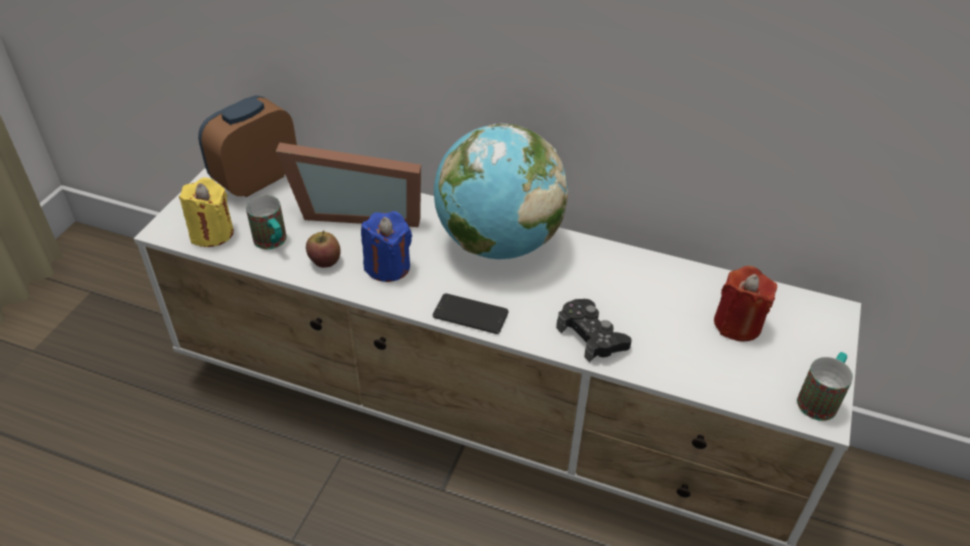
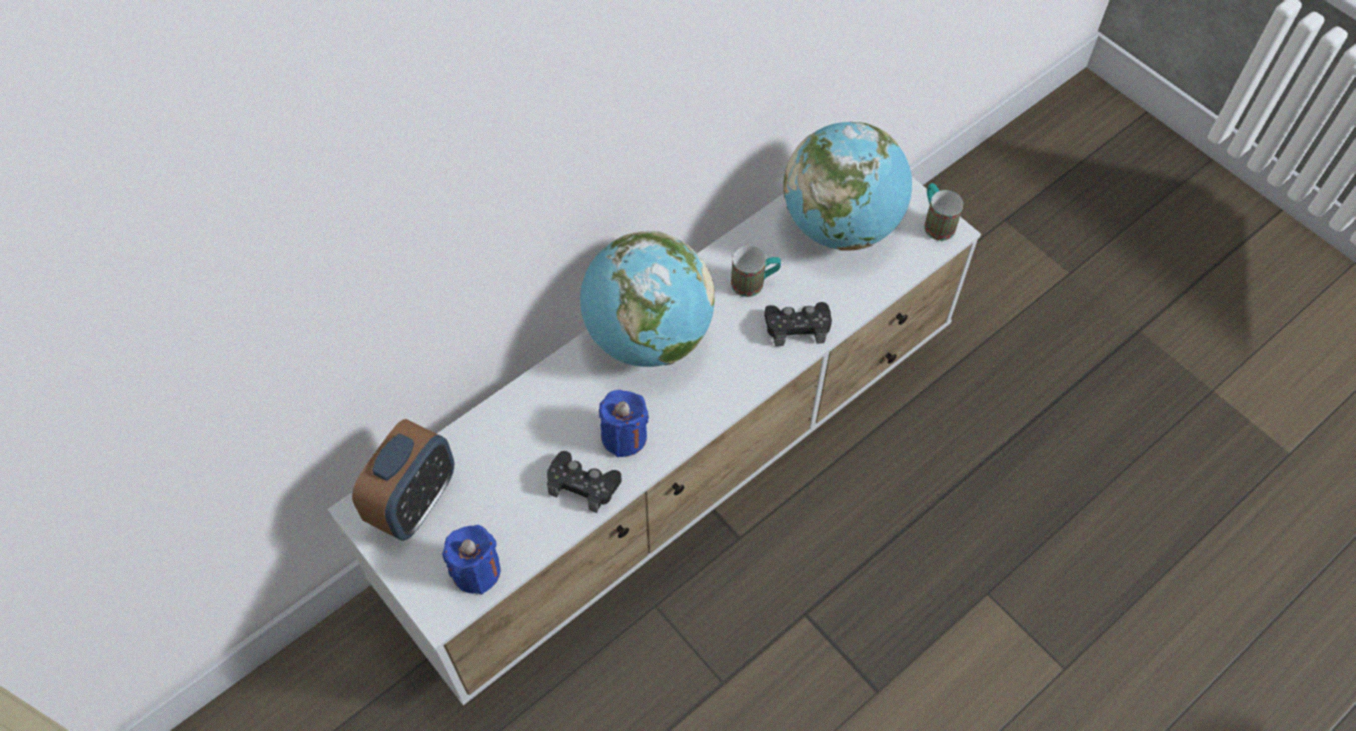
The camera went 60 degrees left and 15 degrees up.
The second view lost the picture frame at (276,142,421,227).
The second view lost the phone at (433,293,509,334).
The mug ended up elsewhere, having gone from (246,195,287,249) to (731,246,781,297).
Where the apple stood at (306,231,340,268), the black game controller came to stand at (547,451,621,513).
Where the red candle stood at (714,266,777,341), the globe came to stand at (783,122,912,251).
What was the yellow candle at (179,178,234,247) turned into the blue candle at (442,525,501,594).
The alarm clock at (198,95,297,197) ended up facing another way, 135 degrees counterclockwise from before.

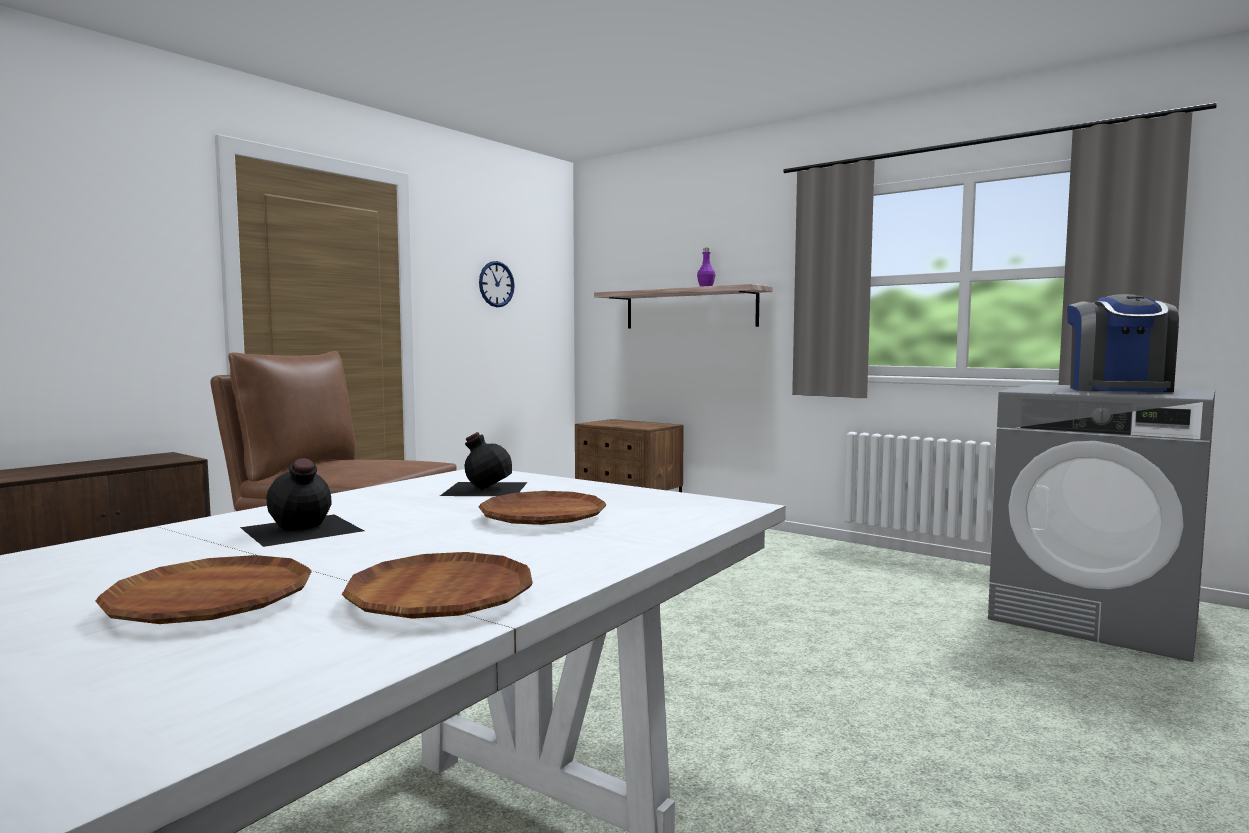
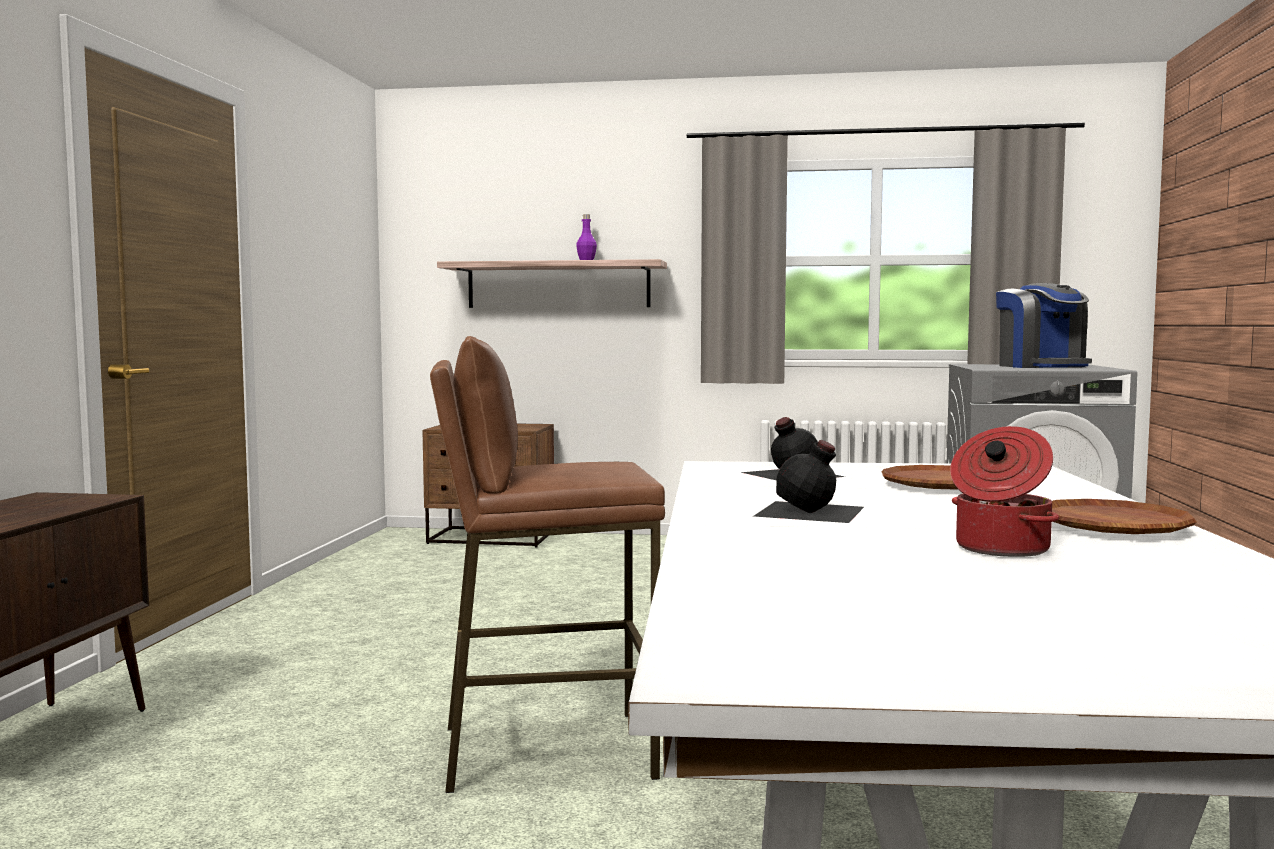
The camera went 30 degrees left and 0 degrees up.
The second view lost the wall clock at (479,261,515,307).
Where the brown plate stood at (95,555,312,624), the cooking pot came to stand at (950,426,1059,557).

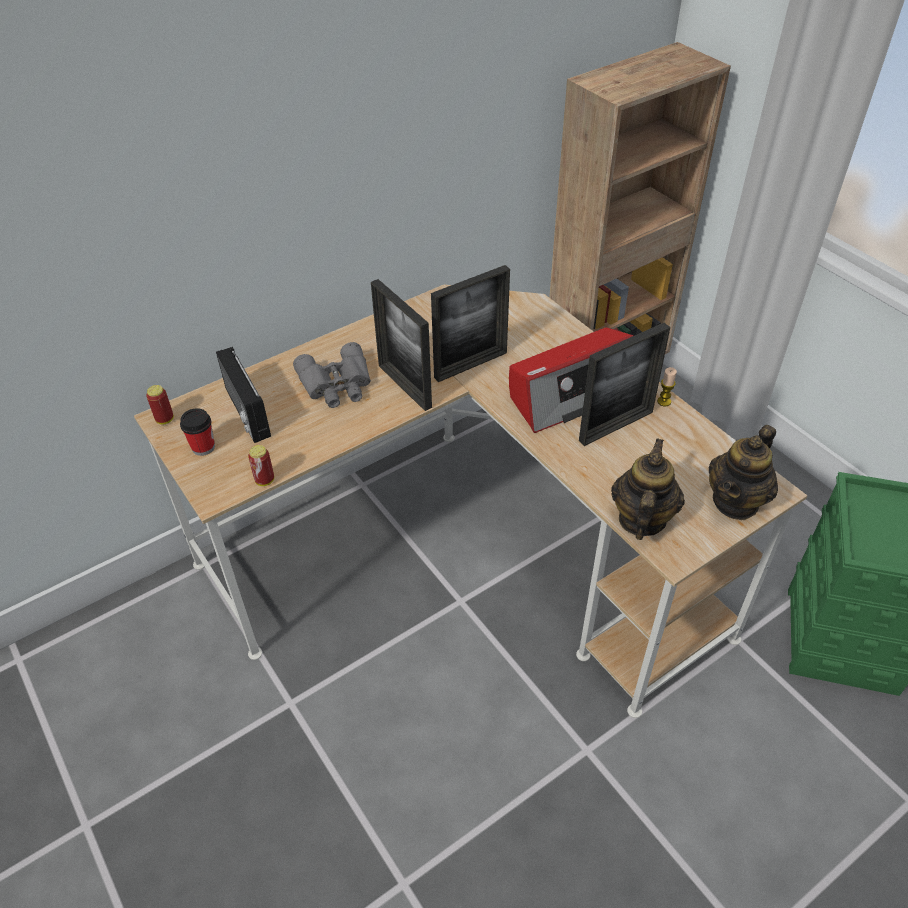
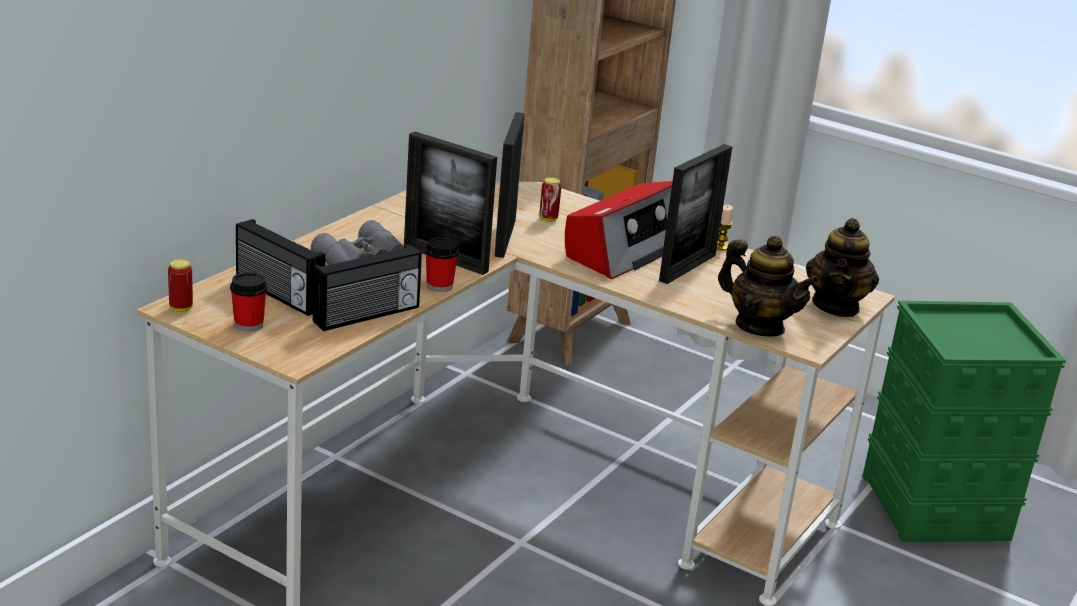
The camera went 25 degrees left and 20 degrees down.
The second view gained the radio at (313,245,422,331).
The second view gained the cup at (425,237,459,292).
The can ended up elsewhere, having gone from (248,445,274,486) to (539,177,562,222).
The picture frame at (431,265,510,382) ended up facing another way, 150 degrees clockwise from before.
The teapot at (611,438,685,540) ended up facing another way, 135 degrees clockwise from before.

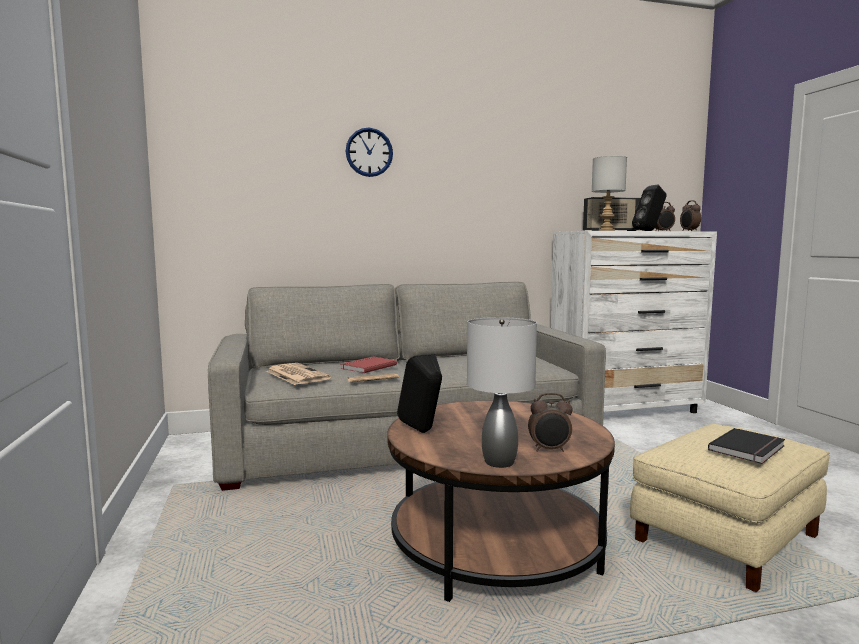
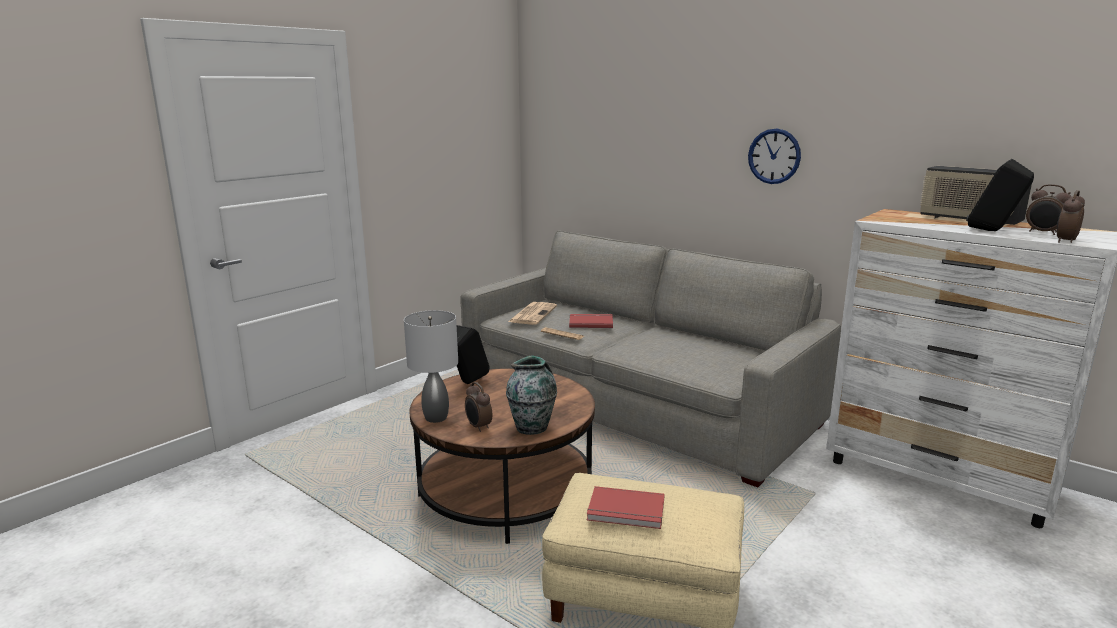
The camera went 55 degrees right and 10 degrees up.
The second view lost the grey table lamp at (592,156,627,231).
The second view gained the vase at (506,356,557,435).
The wall clock ended up elsewhere, having gone from (346,127,393,177) to (748,129,801,184).
What was the black book at (708,428,785,464) turned into the red book at (587,486,664,529).

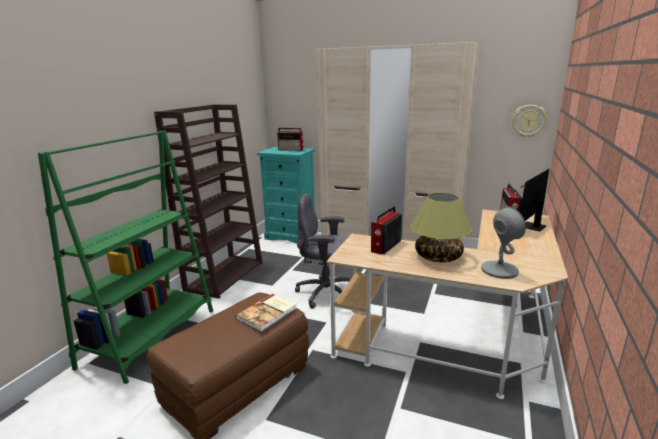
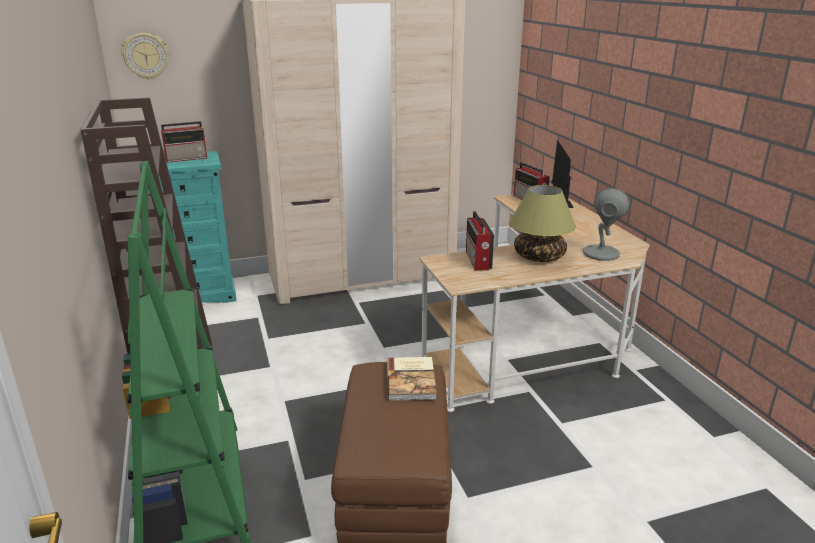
The camera went 40 degrees left and 5 degrees up.
The second view lost the grey office chair at (295,194,351,309).
The wall clock ended up elsewhere, having gone from (512,105,547,137) to (121,33,169,80).

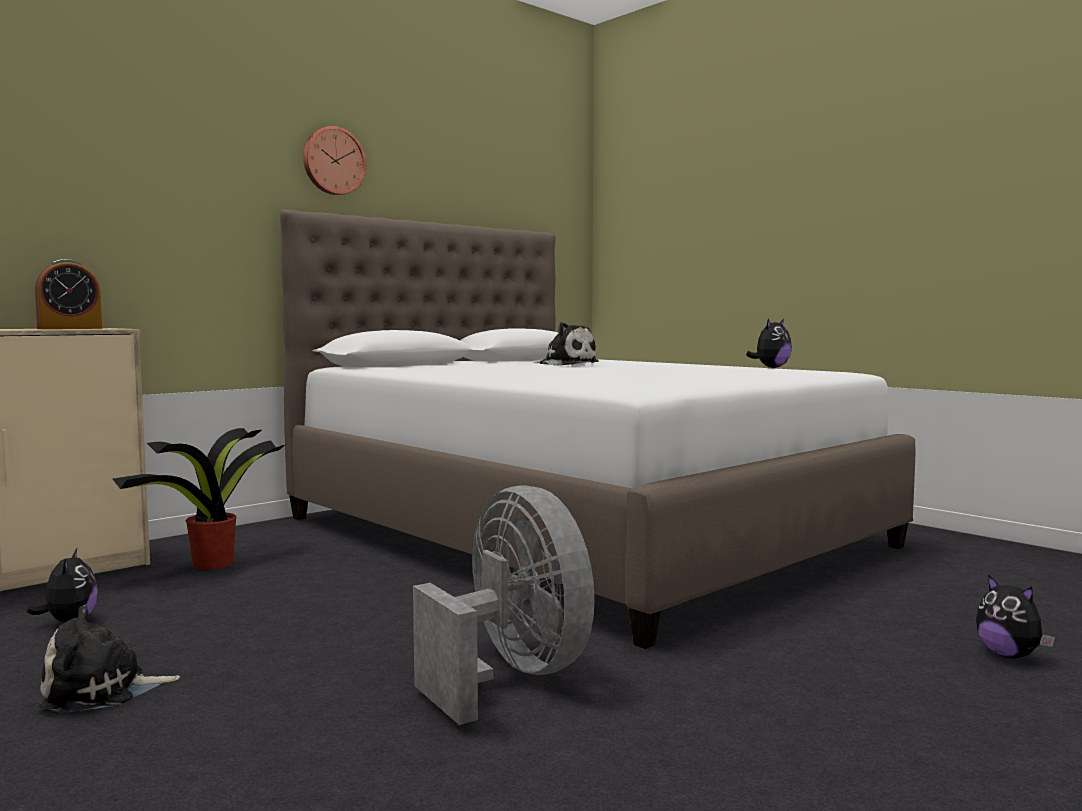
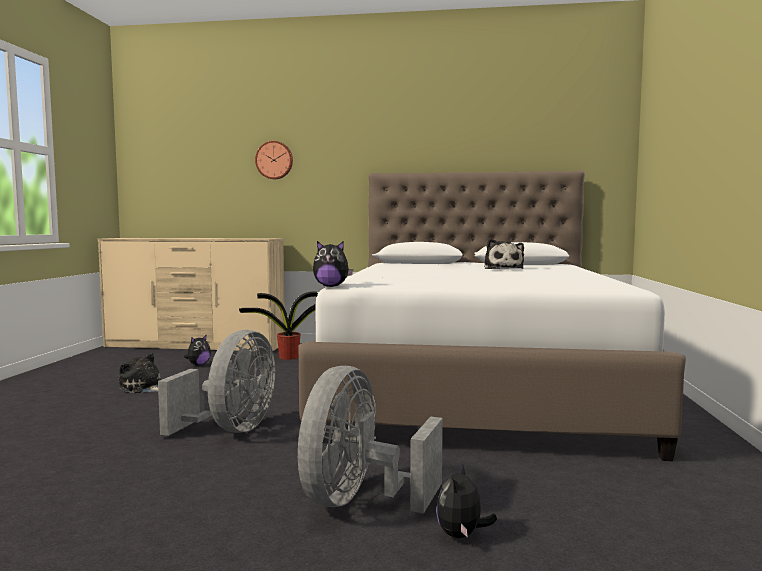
The camera went 50 degrees right and 0 degrees up.
The second view lost the alarm clock at (35,259,102,329).
The second view gained the grey fan at (298,366,443,514).
The wall clock ended up elsewhere, having gone from (303,126,366,195) to (255,141,293,179).
The plush toy ended up elsewhere, having gone from (746,318,792,368) to (313,241,353,287).

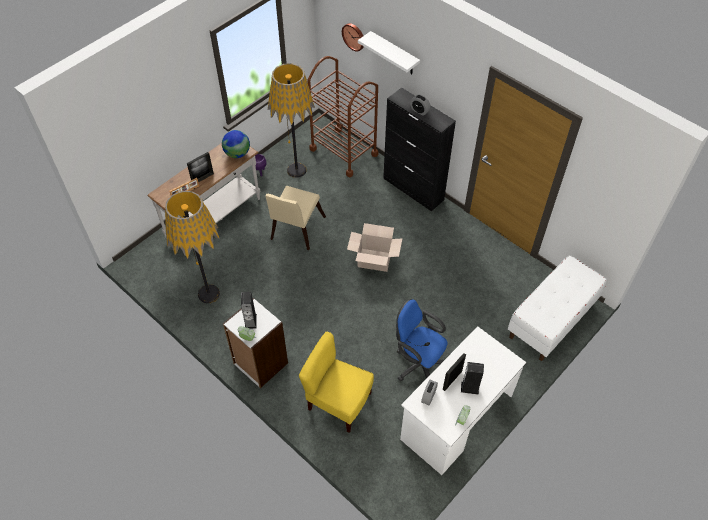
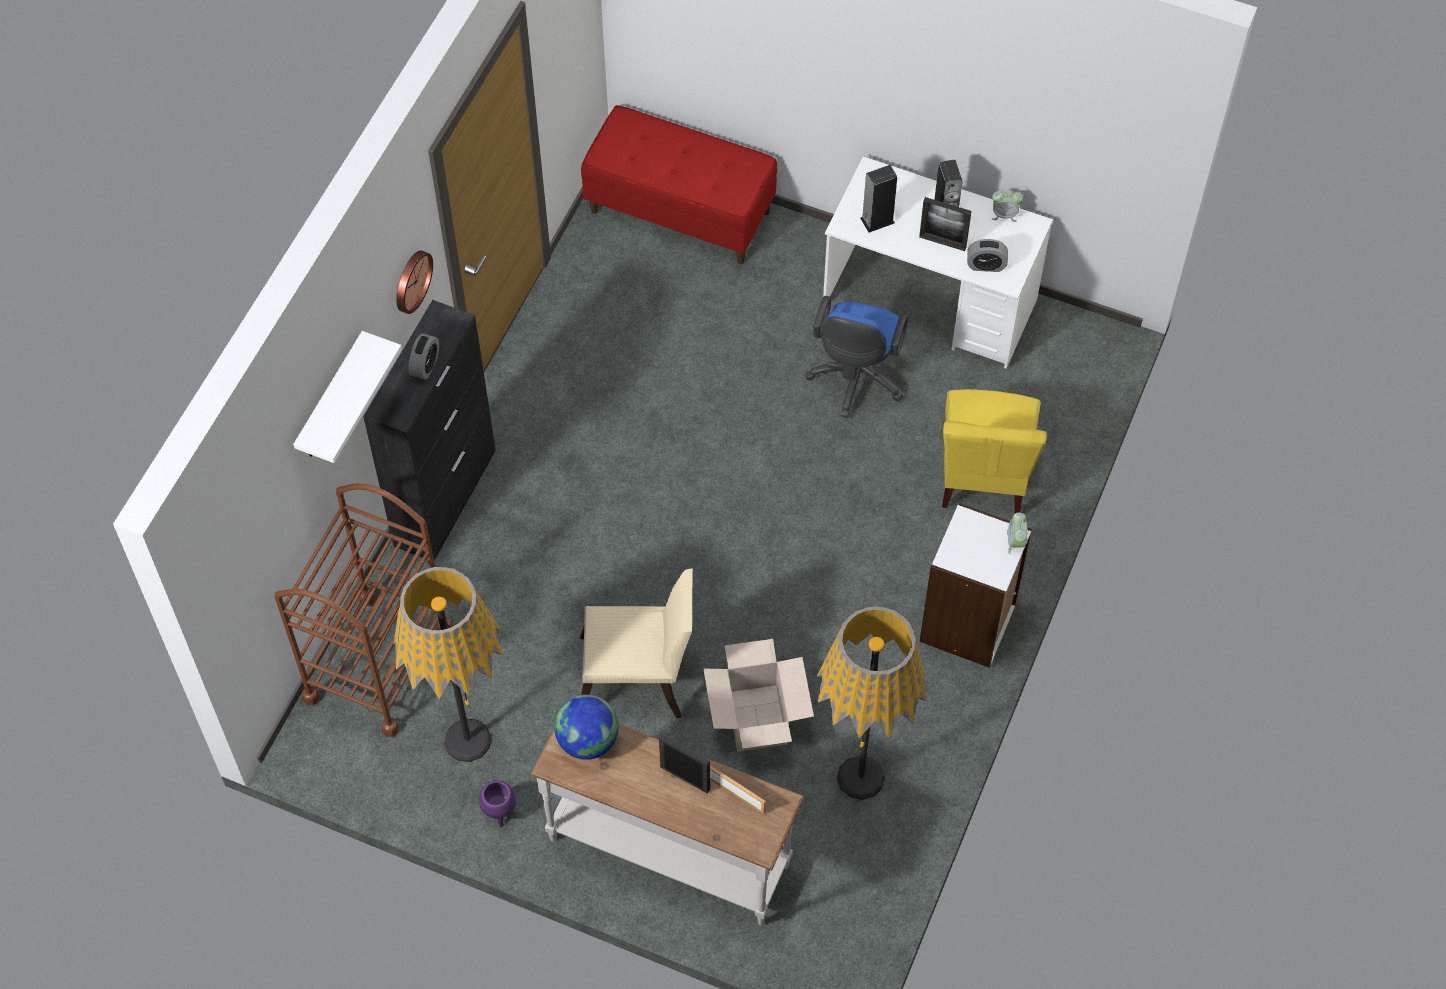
The camera went 110 degrees left and 5 degrees up.
The speaker ended up elsewhere, having gone from (241,292,257,329) to (860,165,897,232).
The wall clock ended up elsewhere, having gone from (342,23,364,52) to (396,250,433,314).
The cardboard box ended up elsewhere, having gone from (347,223,403,272) to (703,639,814,752).
What was the white bench at (508,255,607,361) turned into the red bench at (581,105,777,264).

